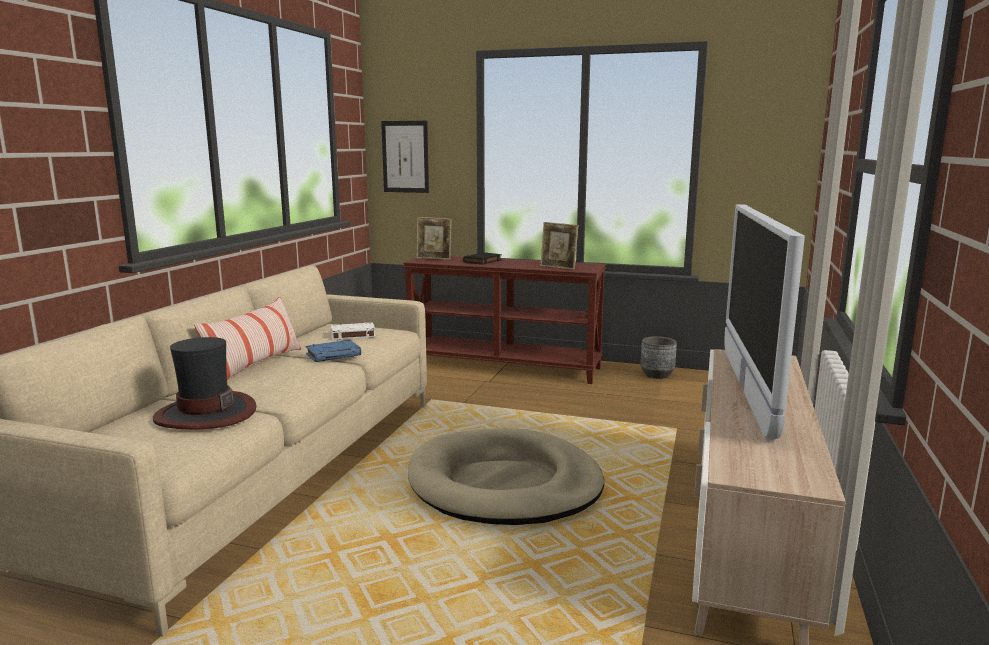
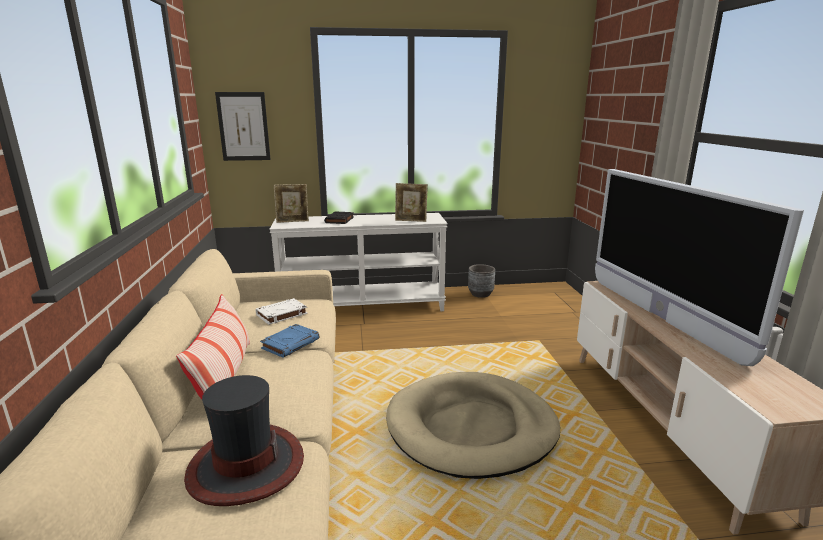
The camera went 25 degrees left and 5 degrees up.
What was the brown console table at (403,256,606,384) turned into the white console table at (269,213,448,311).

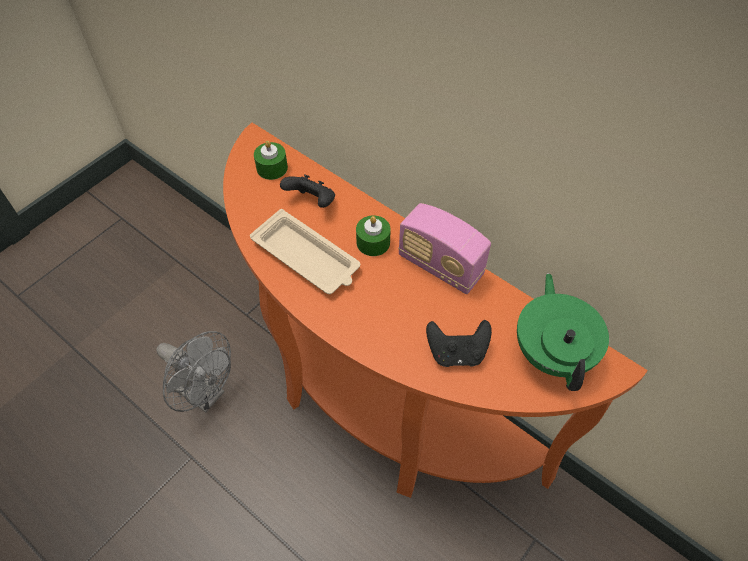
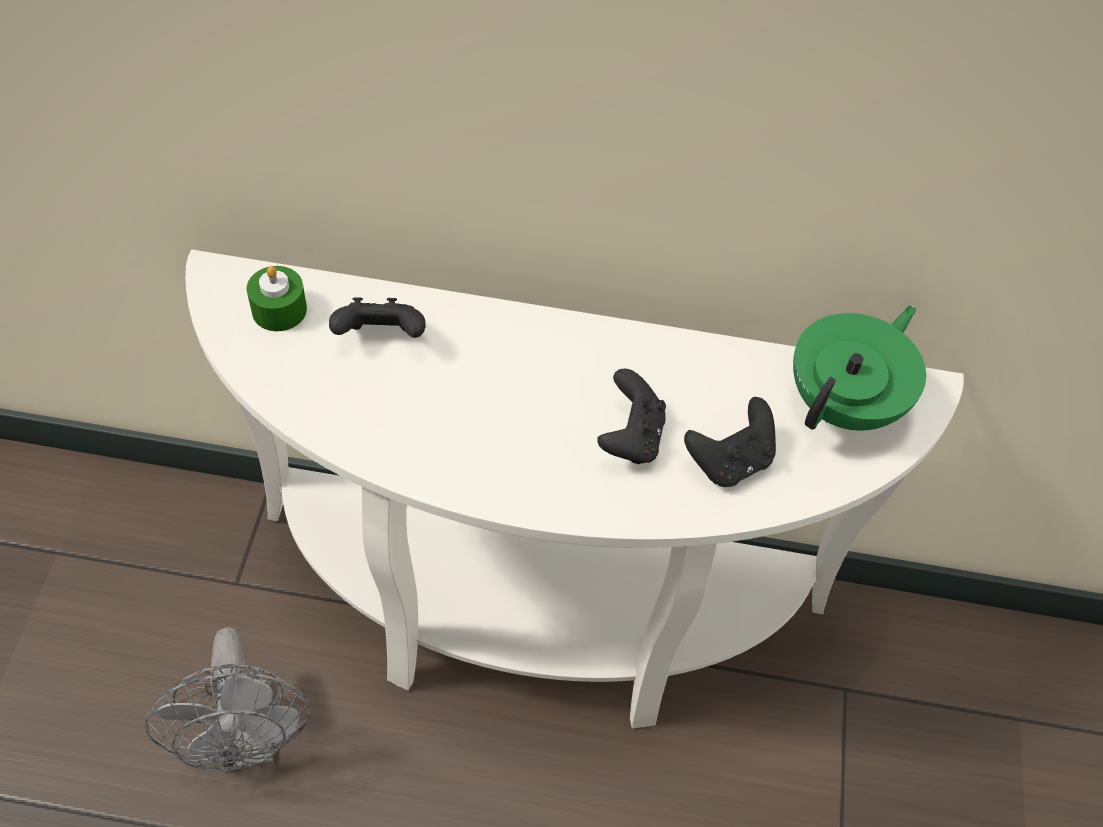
The camera went 35 degrees left and 0 degrees up.
The second view lost the beige tray at (250,209,360,294).
The second view lost the green candle at (356,215,391,256).
The second view lost the radio at (398,203,491,294).
The second view gained the black game controller at (597,369,666,464).
What was the orange console table at (223,123,648,498) turned into the white console table at (185,249,964,728).
The grey fan at (156,331,231,413) ended up facing another way, 75 degrees clockwise from before.
The green teapot at (517,273,609,391) ended up facing another way, 75 degrees clockwise from before.

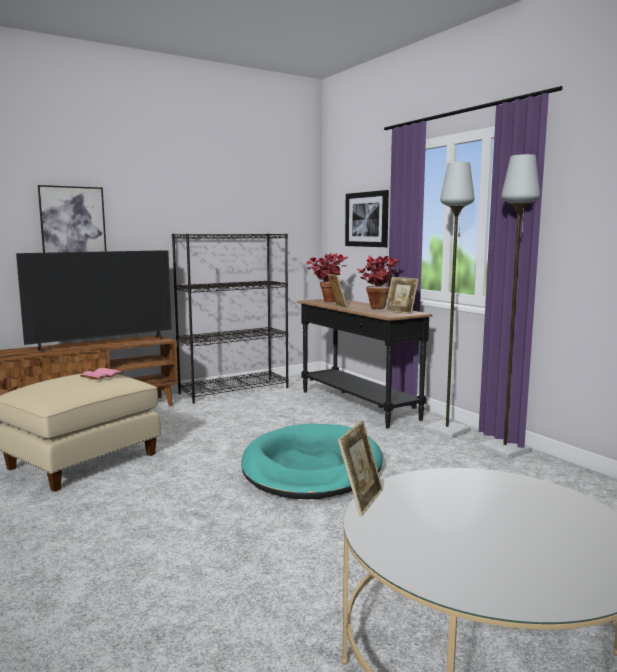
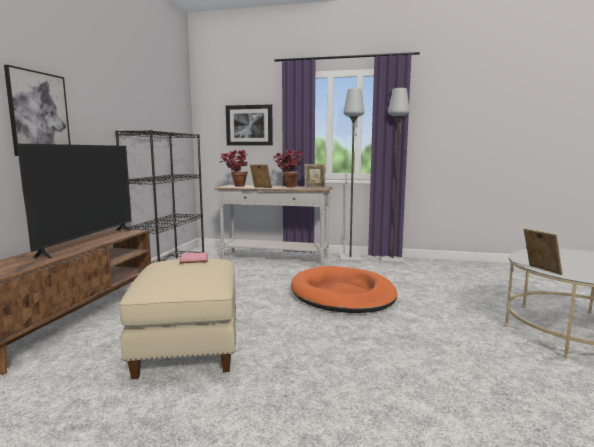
The camera went 45 degrees left and 0 degrees up.
What was the turquoise dog bed at (241,424,383,499) turned into the orange dog bed at (291,266,397,313).
What was the black console table at (296,299,433,428) turned into the white console table at (214,185,333,266).

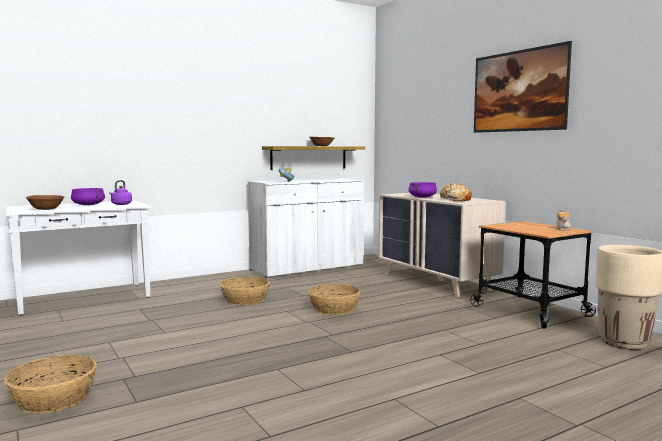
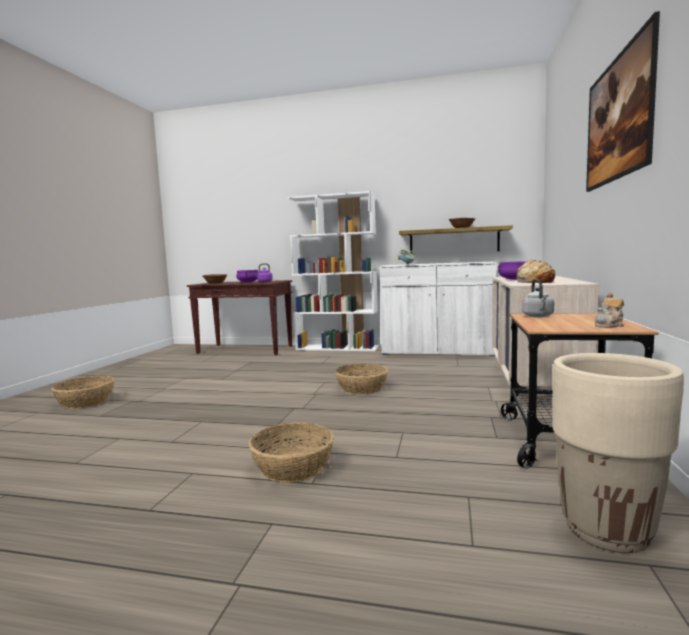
The camera went 45 degrees right and 0 degrees up.
The second view gained the white bookcase at (288,191,379,351).
The second view gained the grey kettle at (522,279,554,317).
The basket ended up elsewhere, having gone from (220,277,270,306) to (249,423,334,483).
What was the white console table at (5,200,151,315) turned into the brown console table at (187,280,292,355).

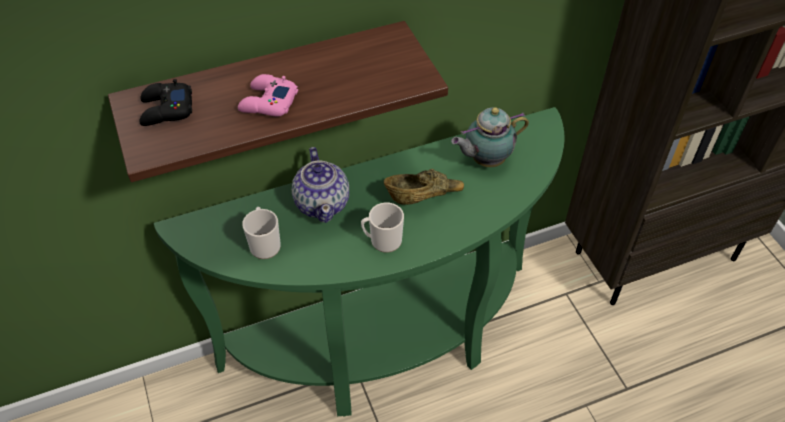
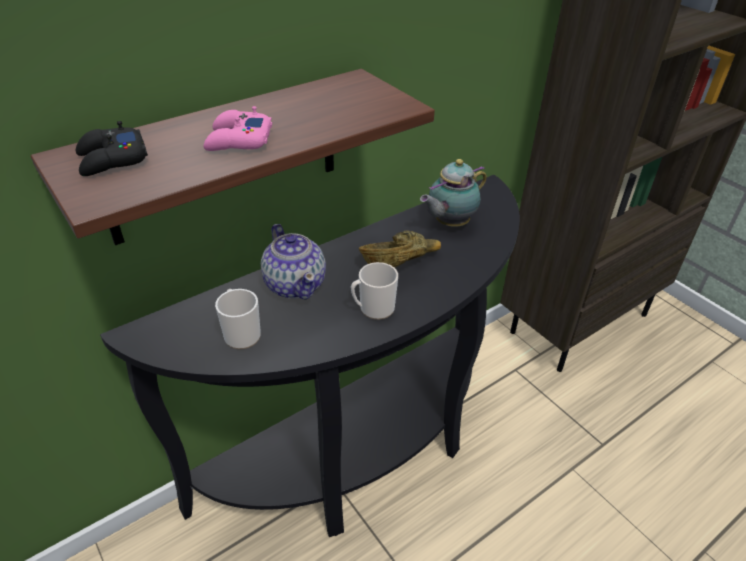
The camera went 15 degrees left and 10 degrees down.
What was the green console table at (154,107,564,417) turned into the black console table at (100,175,520,537).

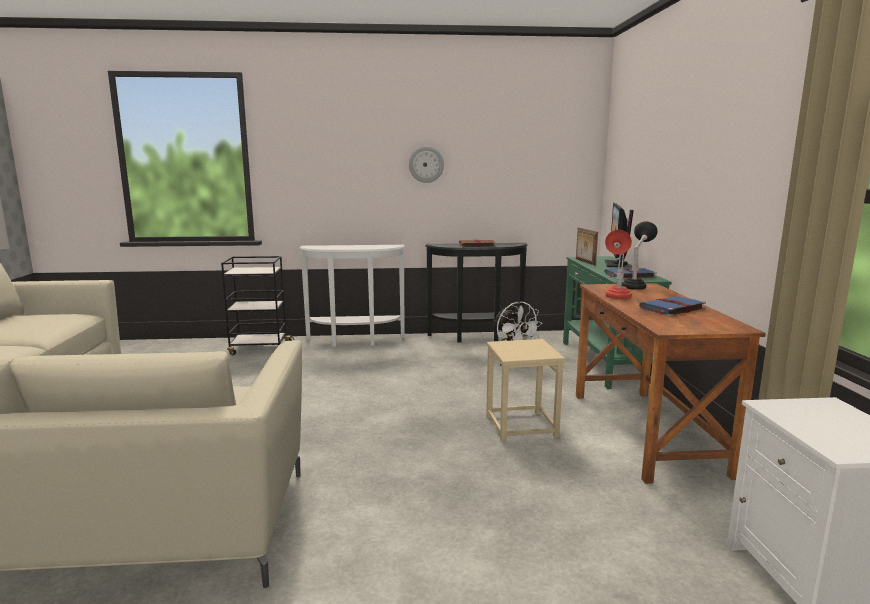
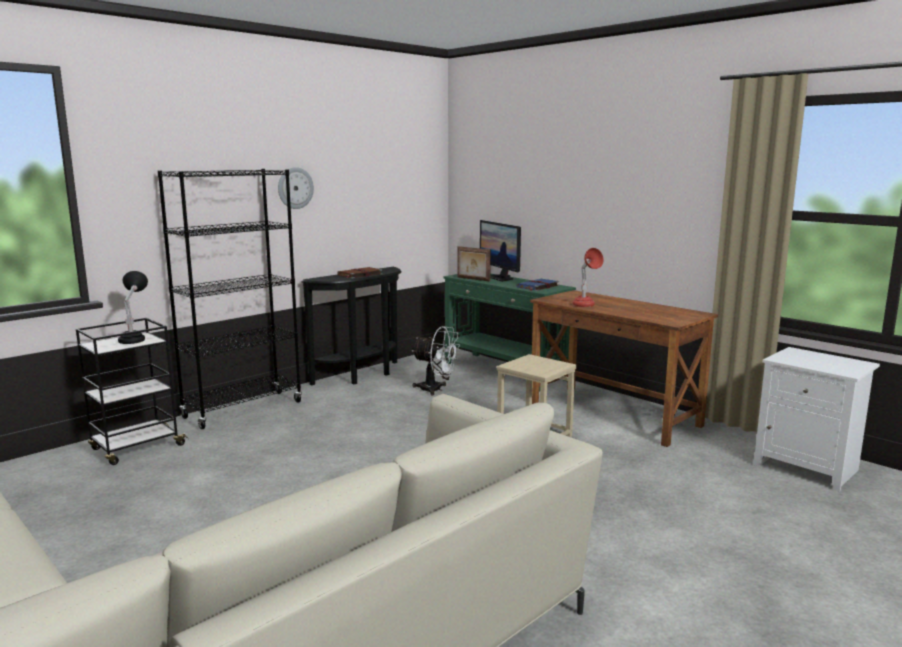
The camera went 40 degrees left and 0 degrees up.
The second view lost the blue book at (639,296,706,316).
The black table lamp ended up elsewhere, having gone from (622,222,658,290) to (118,271,148,344).
Where the white console table stood at (300,245,406,347), the black bookcase came to stand at (158,169,302,429).

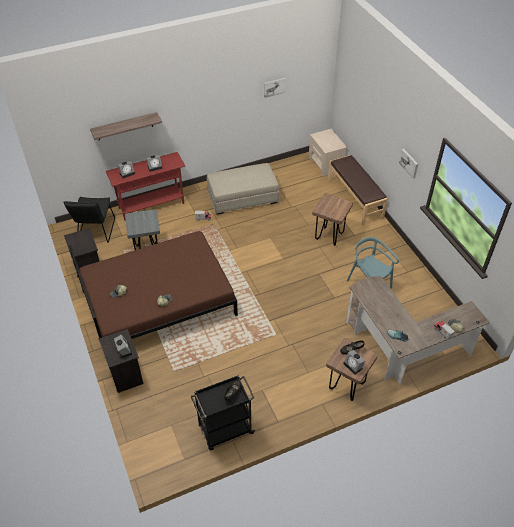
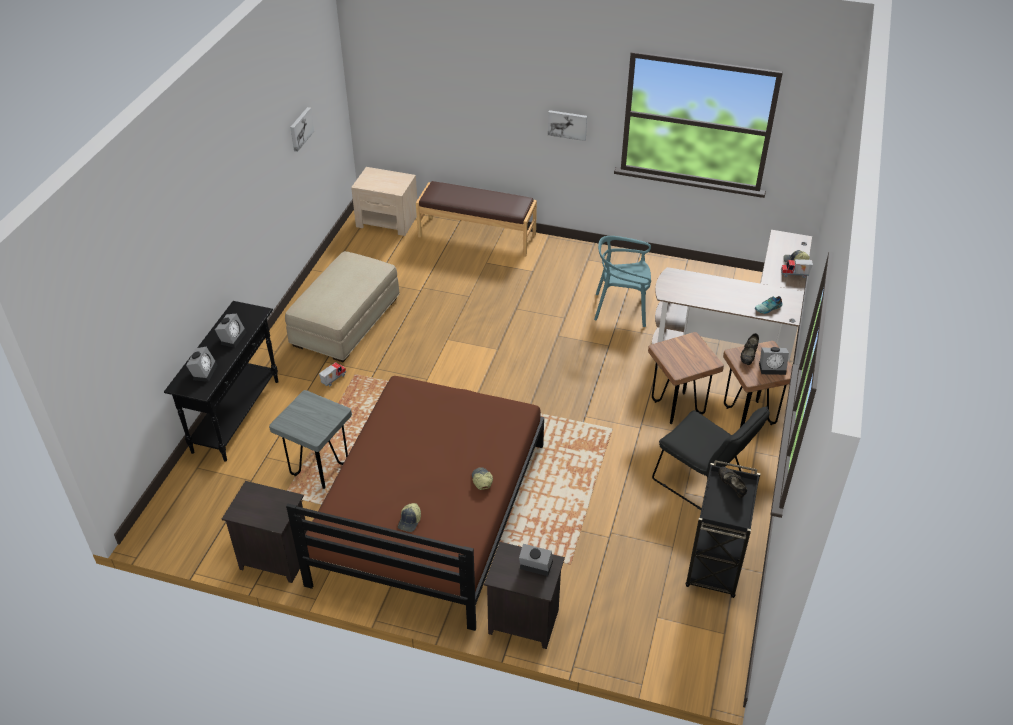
The camera went 50 degrees left and 5 degrees down.
The second view lost the shelf at (90,112,162,140).
The black chair ended up elsewhere, having gone from (63,197,115,243) to (652,406,770,510).
The brown stool ended up elsewhere, having gone from (312,193,353,246) to (648,332,724,424).
What was the red console table at (106,152,185,221) turned into the black console table at (164,301,278,461).

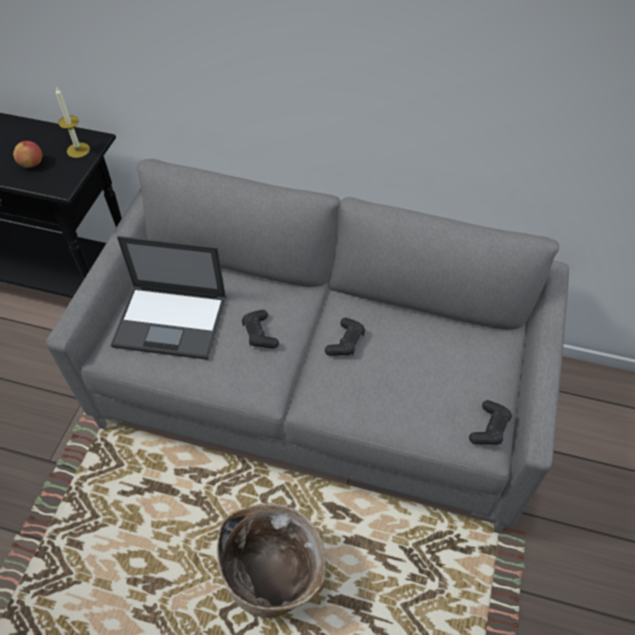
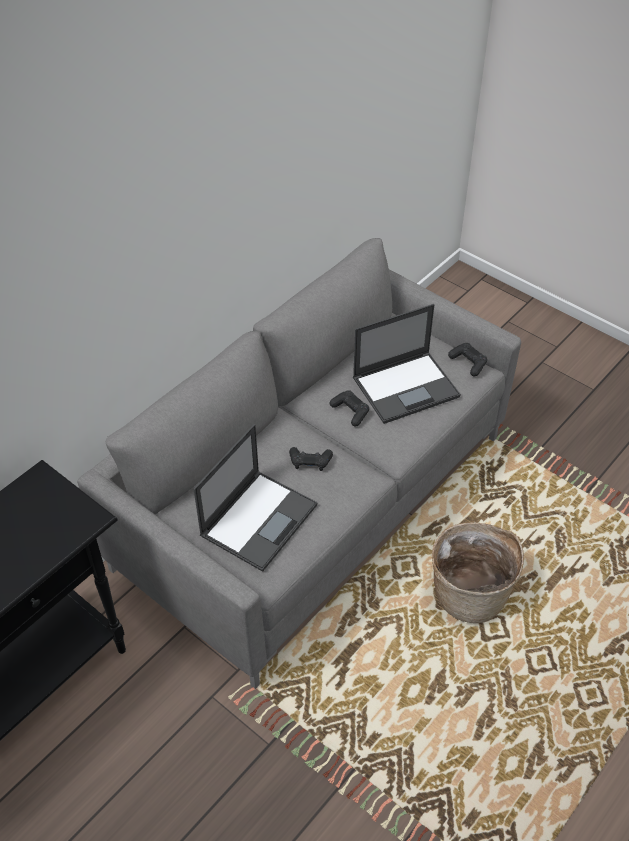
The camera went 65 degrees left and 5 degrees down.
The second view lost the apple at (13,141,42,168).
The second view lost the candle at (56,88,90,158).
The second view gained the laptop at (353,304,461,424).

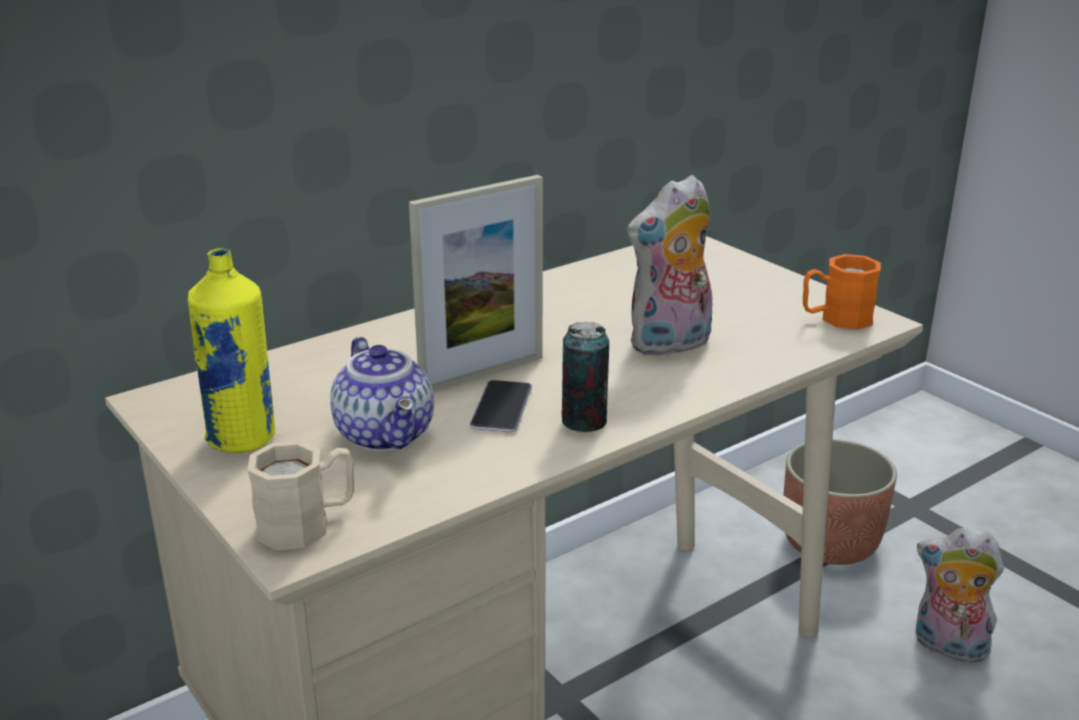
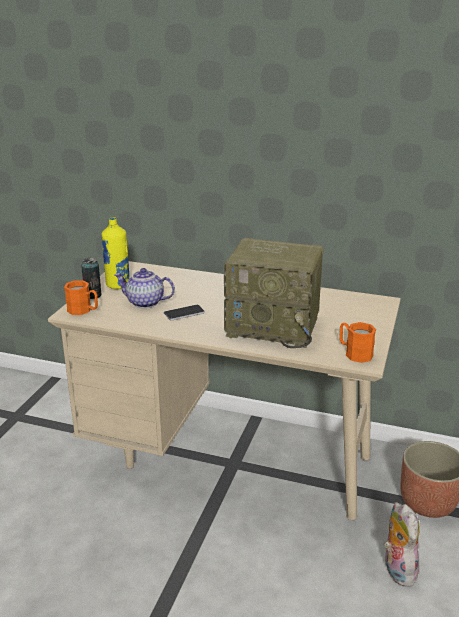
The camera went 55 degrees right and 0 degrees up.
The second view lost the picture frame at (409,175,543,392).
The can ended up elsewhere, having gone from (561,322,609,432) to (81,258,102,299).
Where the plush toy stood at (627,175,713,356), the radio came to stand at (224,238,323,348).
What was the beige mug at (247,441,354,550) turned into the orange mug at (64,280,98,315).
The teapot at (330,337,434,452) ended up facing another way, 75 degrees clockwise from before.

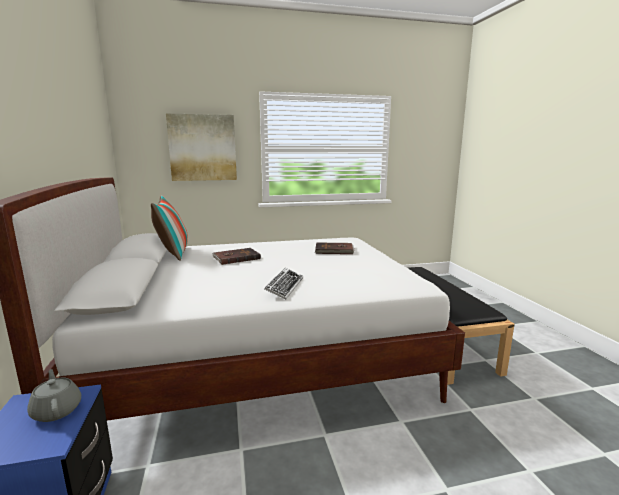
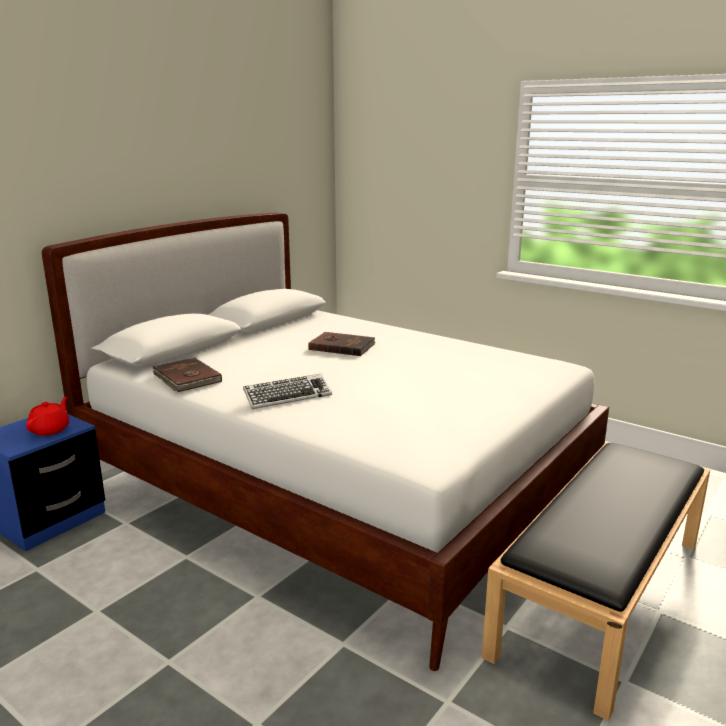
The camera went 50 degrees right and 5 degrees up.
The second view lost the pillow at (151,195,188,261).
The second view lost the picture at (166,113,237,181).
The brown book ended up elsewhere, having gone from (315,243,355,254) to (153,357,222,392).
What was the grey teapot at (27,369,81,422) turned into the red teapot at (26,396,69,436).

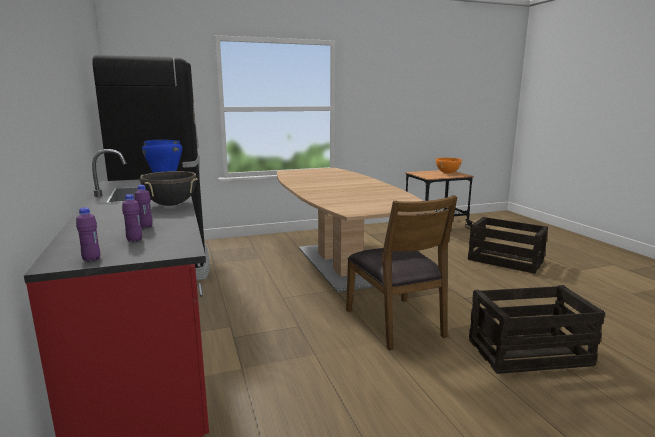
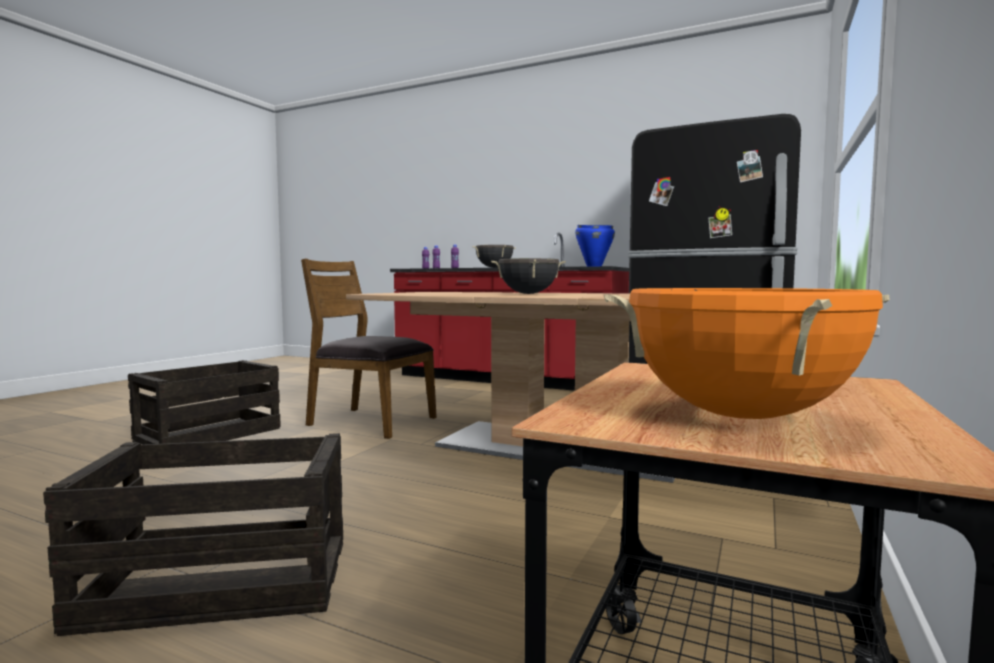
The camera went 135 degrees right and 10 degrees down.
The second view gained the black cooking pot at (491,258,566,294).

